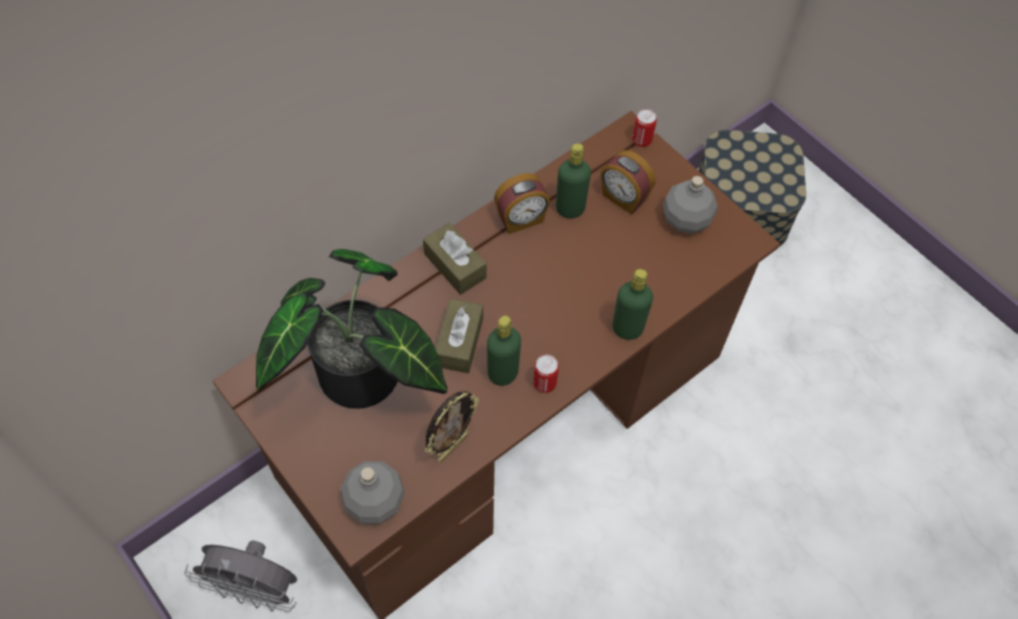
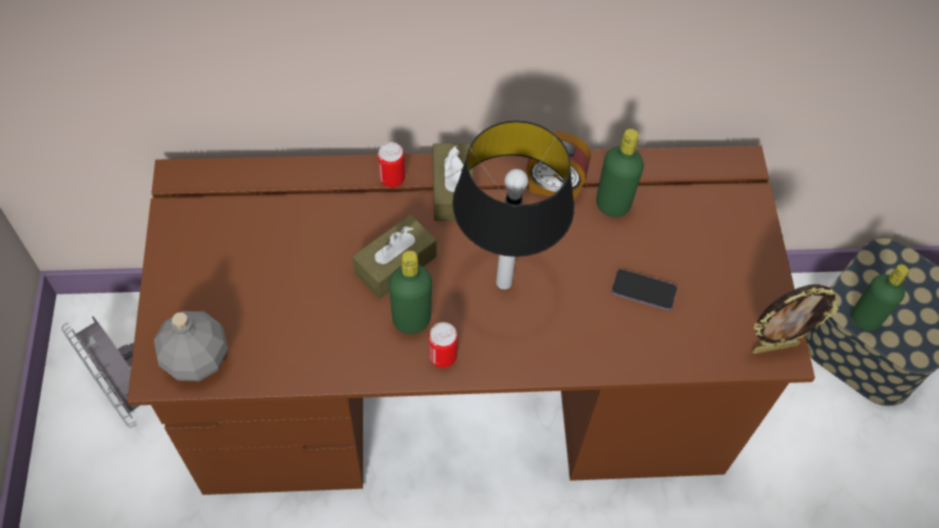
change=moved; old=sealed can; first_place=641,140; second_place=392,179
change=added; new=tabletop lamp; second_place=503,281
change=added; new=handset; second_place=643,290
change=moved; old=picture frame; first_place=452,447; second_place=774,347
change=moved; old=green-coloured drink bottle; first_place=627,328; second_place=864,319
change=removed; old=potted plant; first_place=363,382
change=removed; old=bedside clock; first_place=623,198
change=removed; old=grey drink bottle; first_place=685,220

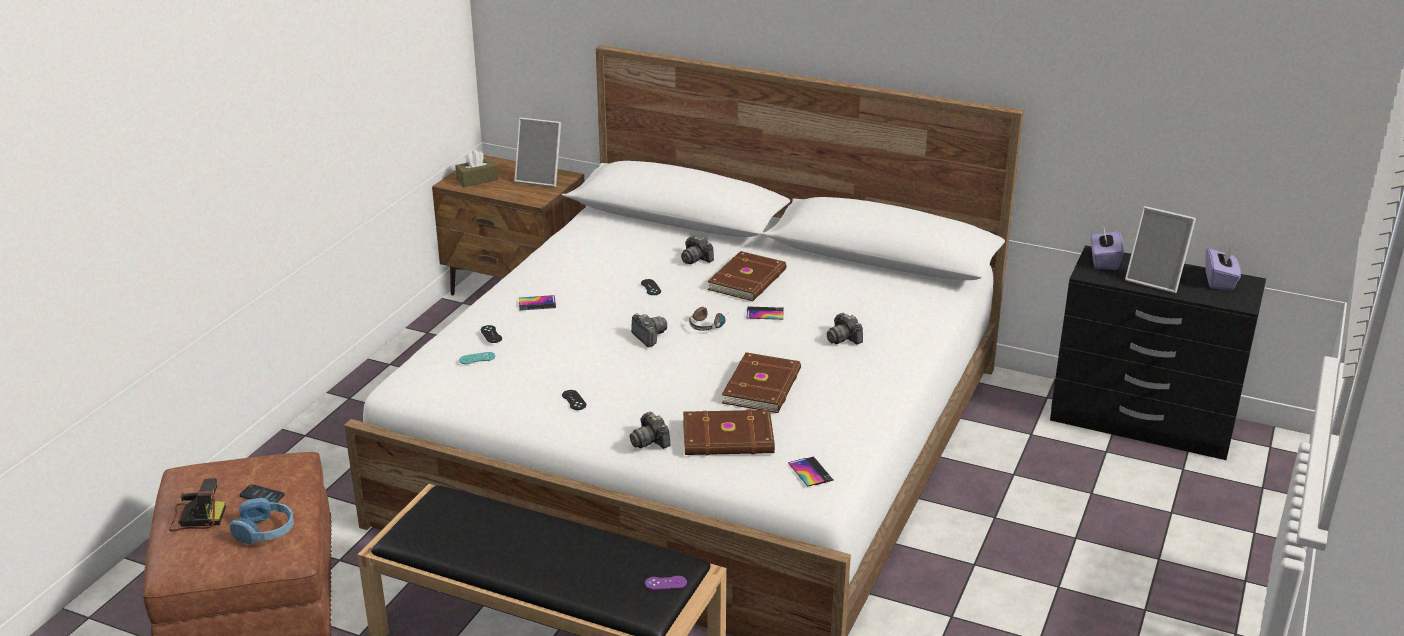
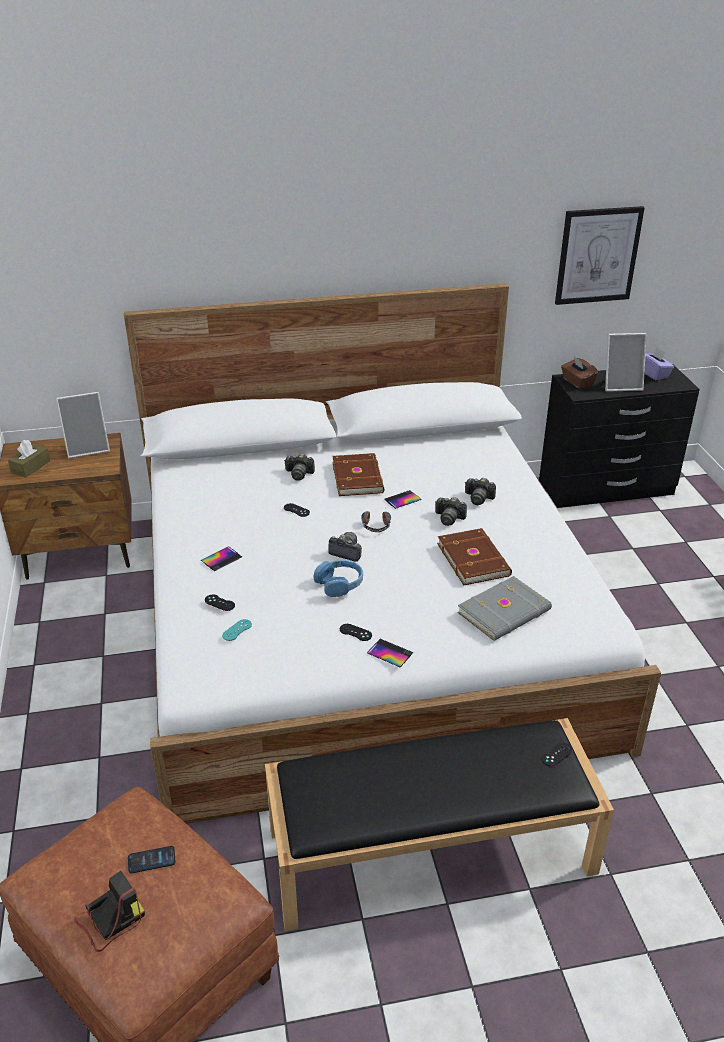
change=moved; old=blue-coloured headphones; first_place=265,531; second_place=340,584
change=moved; old=handset; first_place=810,472; second_place=390,653
change=moved; old=still camera; first_place=650,441; second_place=449,518
change=recoloured; old=brownish bound book; new=grey bound book; first_place=728,438; second_place=505,612
change=recoloured; old=purplish game controller; new=black game controller; first_place=665,583; second_place=556,754
change=added; new=picture; second_place=597,255
change=recoloured; old=purplish box of tissues; new=brownish box of tissues; first_place=1103,261; second_place=577,382

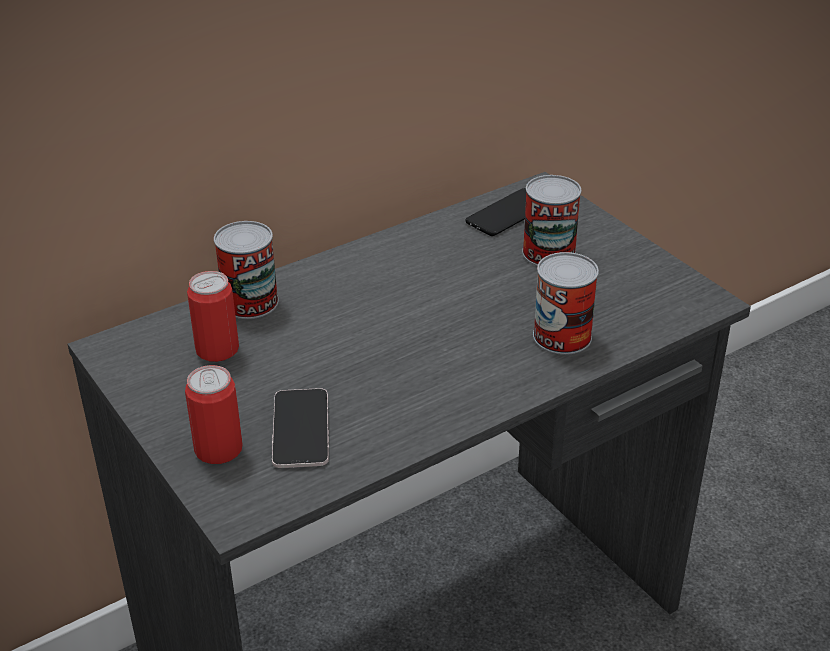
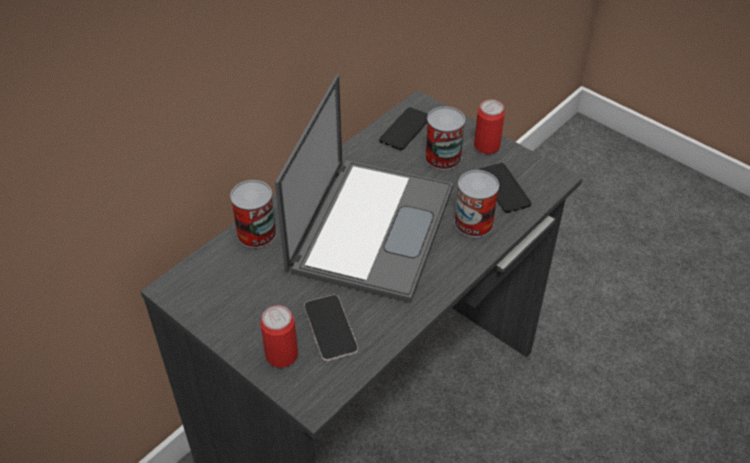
change=added; new=laptop; second_place=371,226
change=moved; old=sealed can; first_place=217,349; second_place=487,146
change=added; new=handset; second_place=504,188

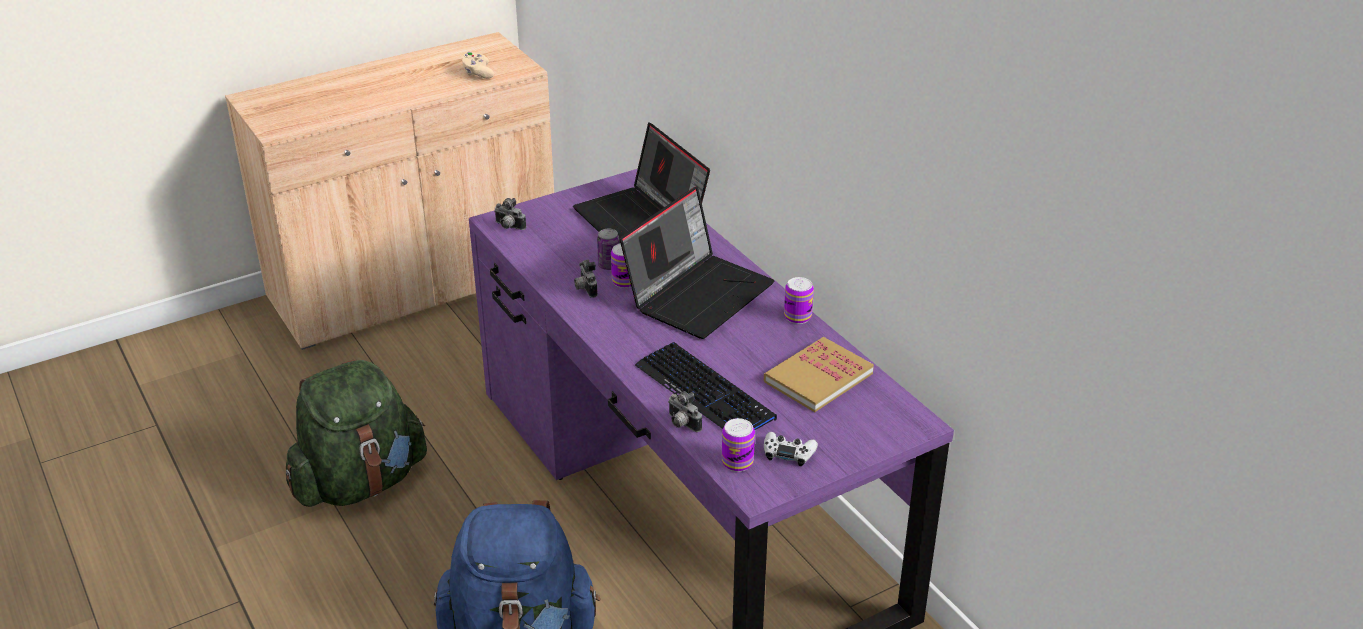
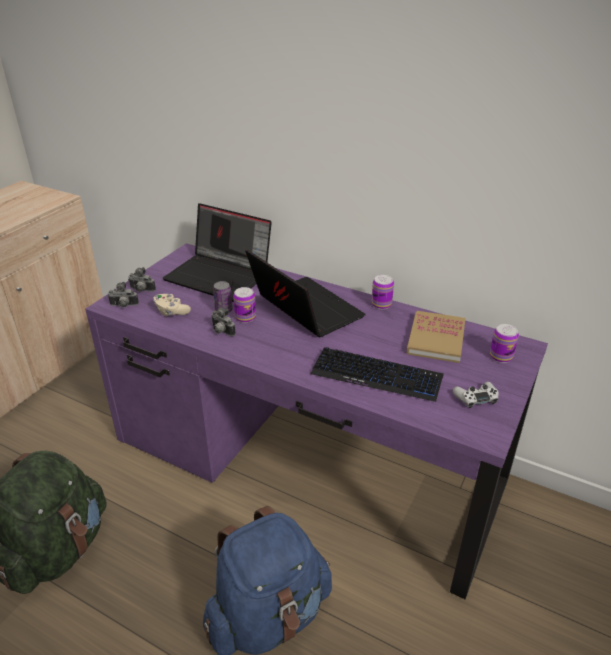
change=moved; old=still camera; first_place=682,424; second_place=141,290
change=moved; old=beige game controller; first_place=477,73; second_place=171,311
change=turned; old=laptop; first_place=698,293; second_place=304,310; degrees=-45
change=moved; old=sealed can; first_place=737,462; second_place=500,356

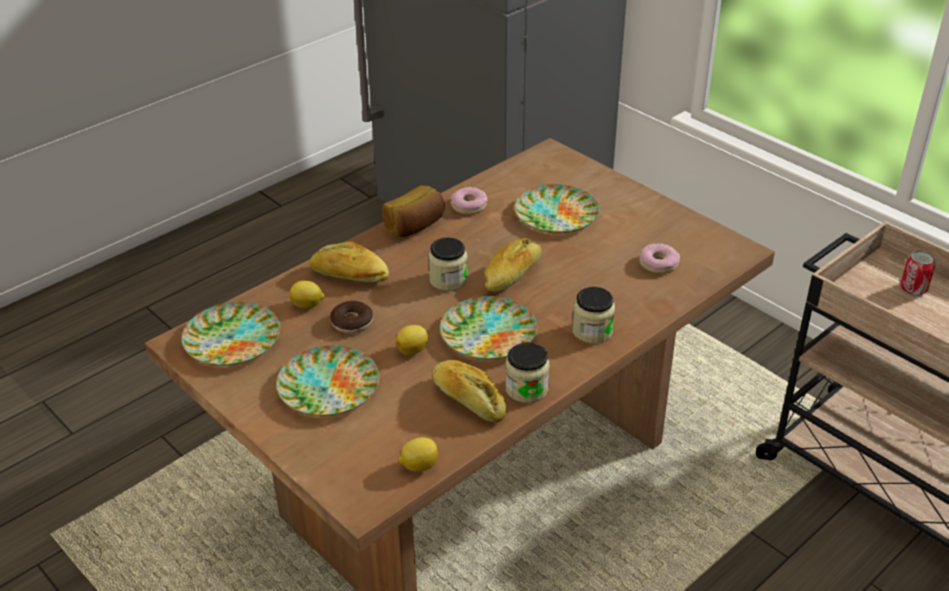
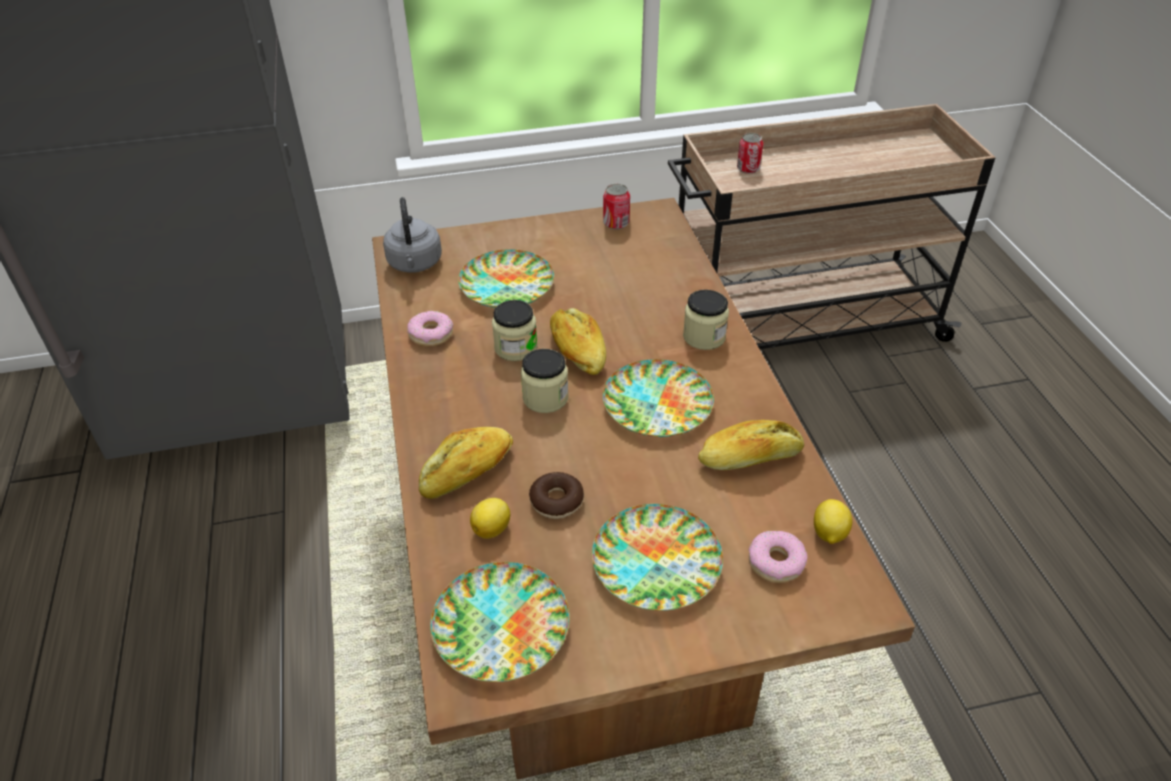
change=added; new=grey water kettle; second_place=415,264
change=moved; old=preserve jar; first_place=526,389; second_place=516,348
change=added; new=sealed can; second_place=616,223
change=moved; old=donut; first_place=658,264; second_place=776,562
change=removed; old=bread; first_place=415,226
change=removed; old=whole lemon; first_place=413,350

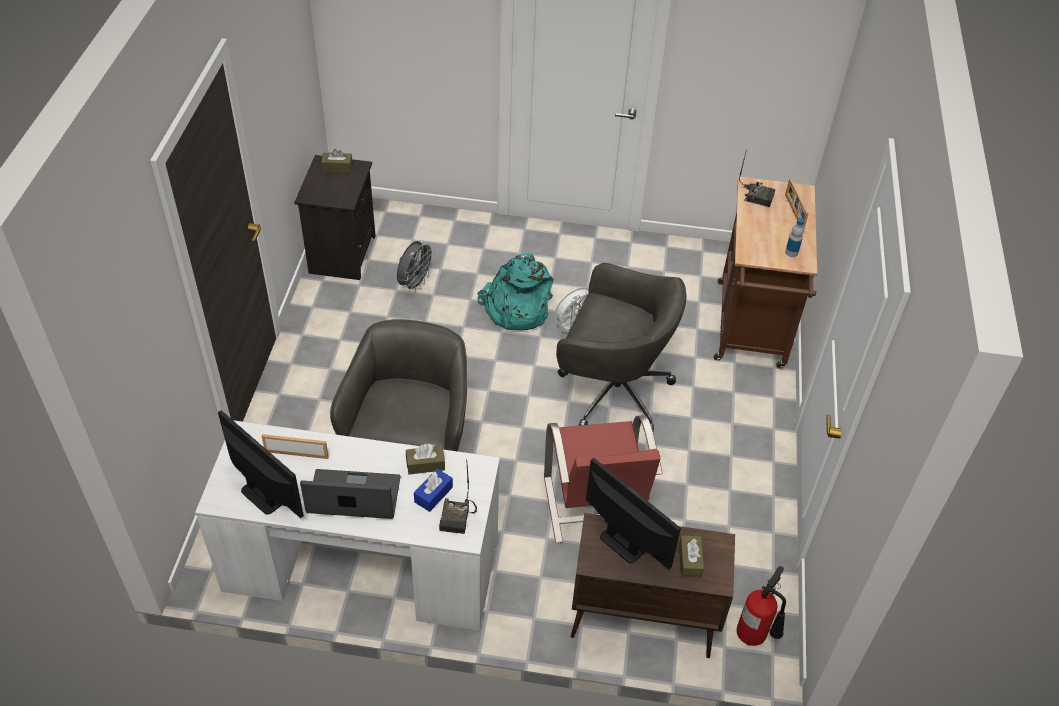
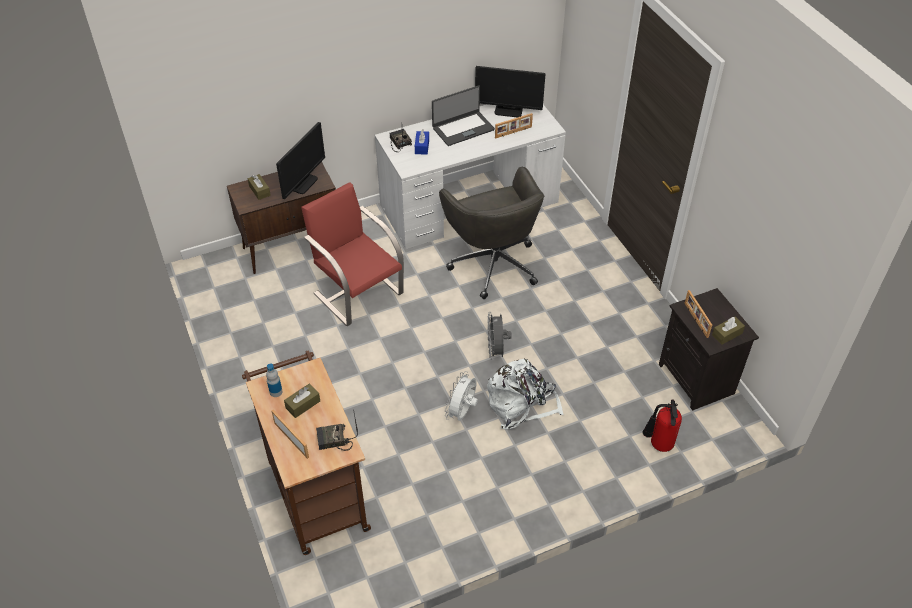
change=turned; old=computer display; first_place=623,542; second_place=303,183; degrees=-75
change=moved; old=brownish box of tissues; first_place=425,464; second_place=303,404
change=moved; old=grey cooling fan; first_place=415,283; second_place=496,351
change=recoloured; old=blue-green knapsack; new=whitish knapsack; first_place=515,309; second_place=521,404
change=moved; old=fire-fighting cylinder; first_place=755,635; second_place=658,445
change=added; new=picture frame; second_place=695,320
change=removed; old=grey office chair; first_place=611,390

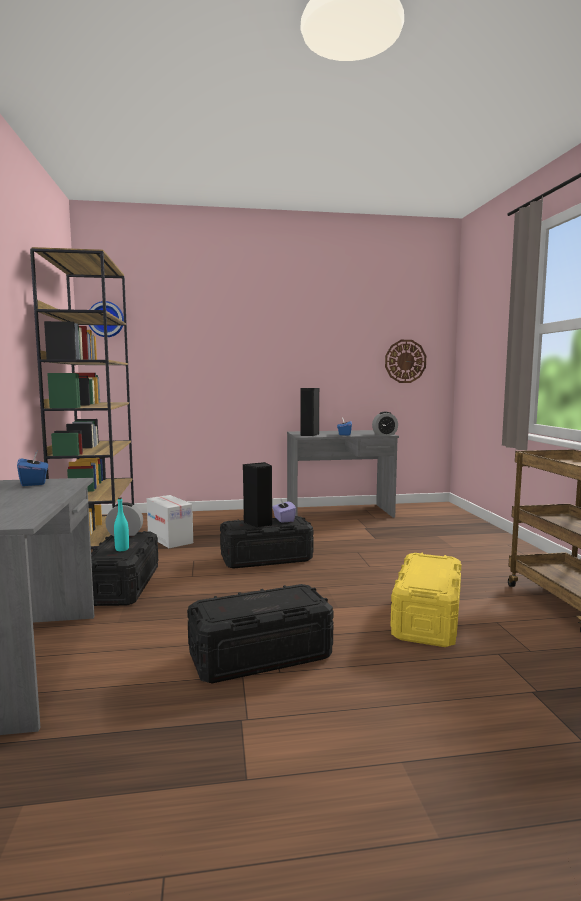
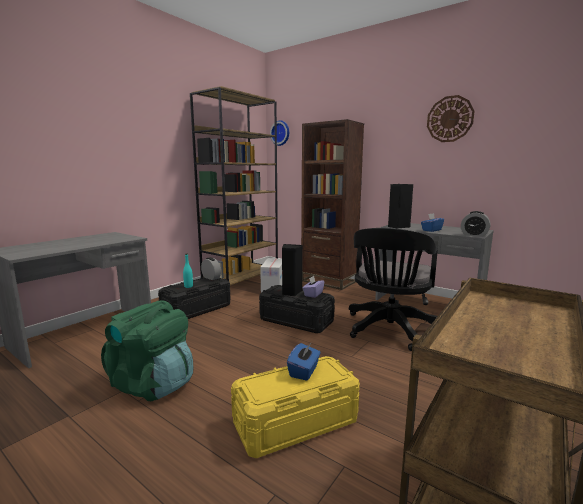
change=replaced; old=black storage container; new=green-coloured knapsack; first_place=260,655; second_place=153,384
change=moved; old=blue-coloured box of tissues; first_place=34,483; second_place=304,371
change=added; new=brownish shelving unit; second_place=328,281
change=added; new=black office chair; second_place=389,330
change=moved; old=wall clock; first_place=405,361; second_place=450,119

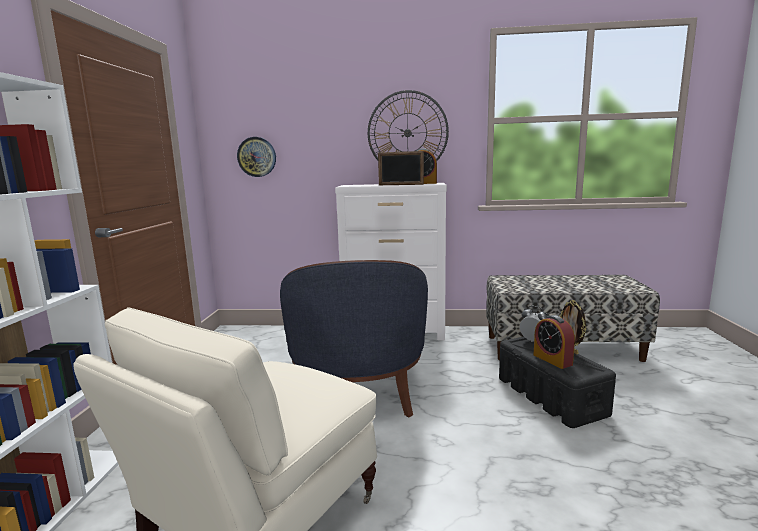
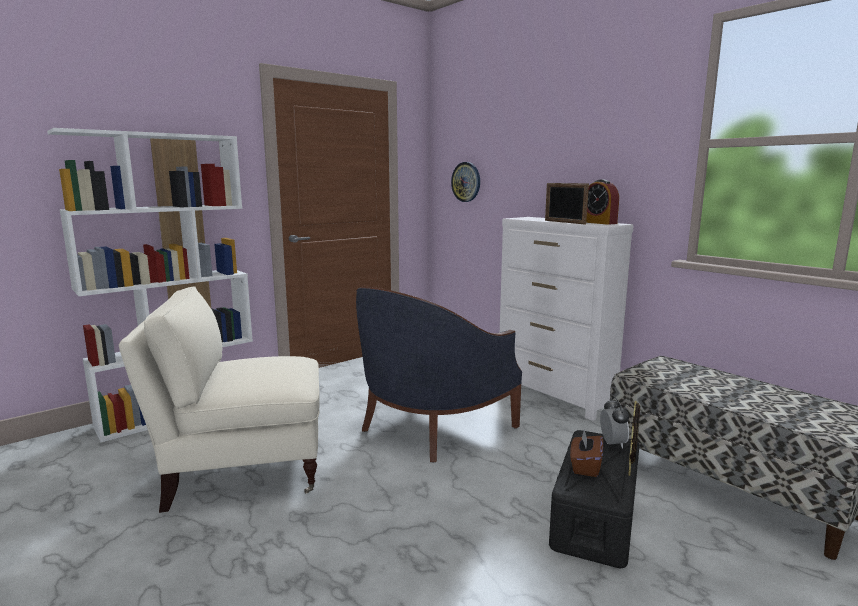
change=replaced; old=bedside clock; new=brownish box of tissues; first_place=552,360; second_place=585,466
change=removed; old=wall clock; first_place=407,133

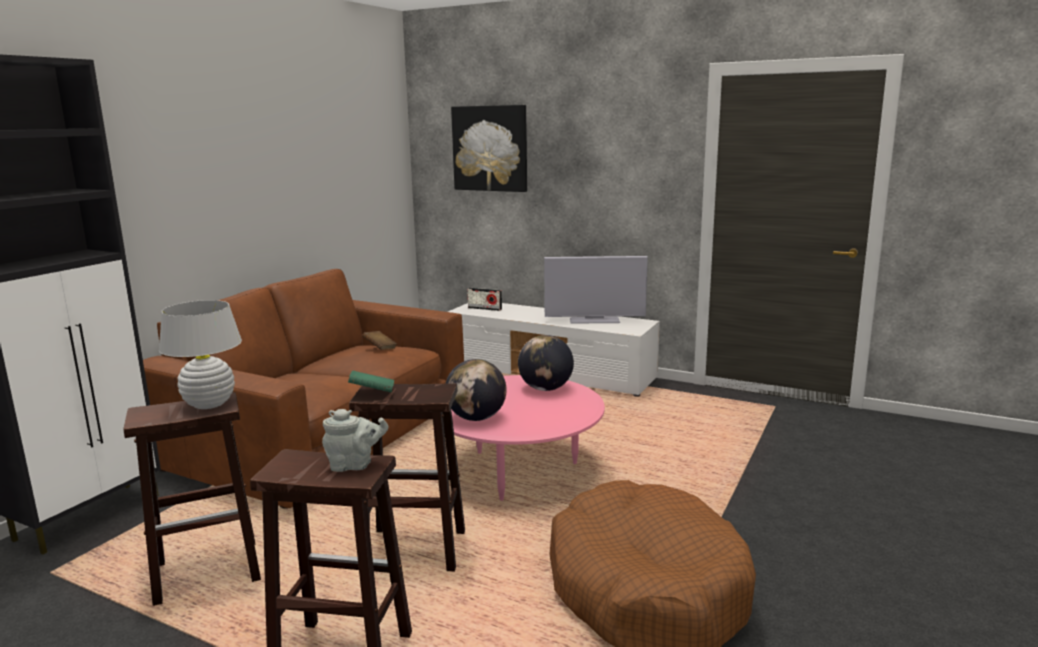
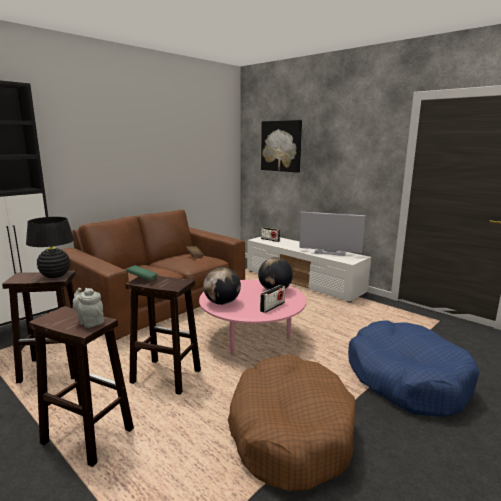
change=recoloured; old=whitish tabletop lamp; new=black tabletop lamp; first_place=209,404; second_place=55,275
change=turned; old=grey tea pot; first_place=354,465; second_place=90,322; degrees=-150
change=added; new=radio set; second_place=272,307
change=added; new=blue-coloured dog bed; second_place=406,379

